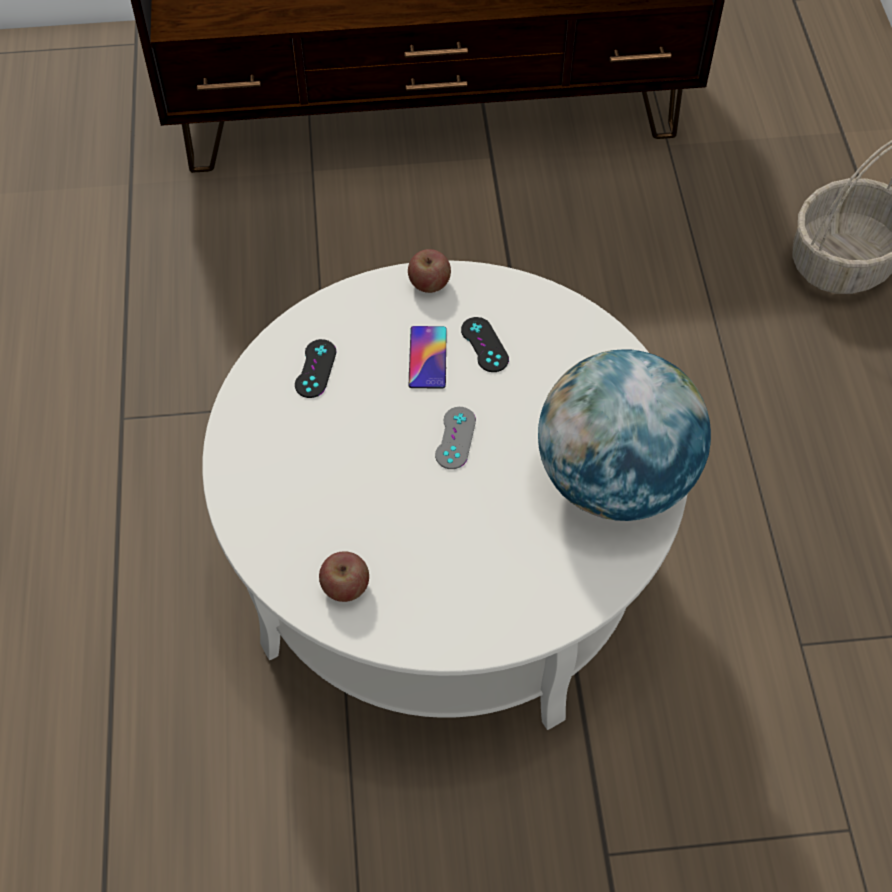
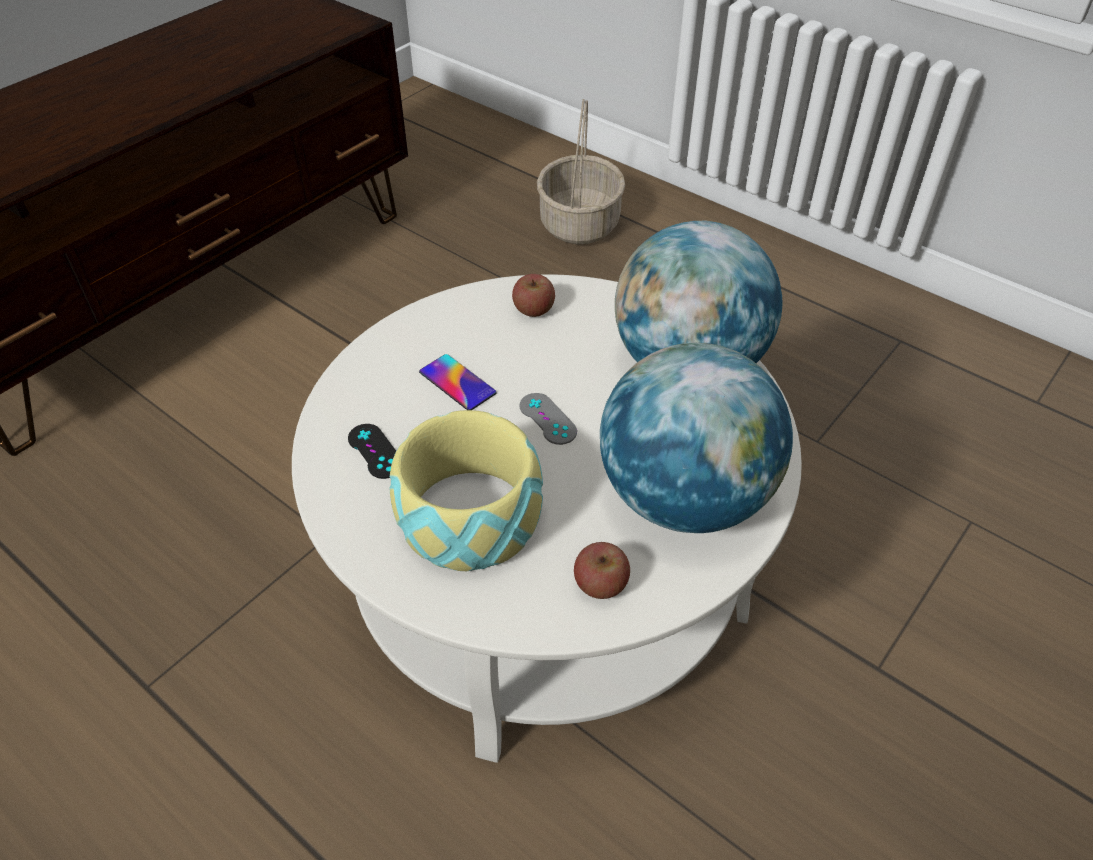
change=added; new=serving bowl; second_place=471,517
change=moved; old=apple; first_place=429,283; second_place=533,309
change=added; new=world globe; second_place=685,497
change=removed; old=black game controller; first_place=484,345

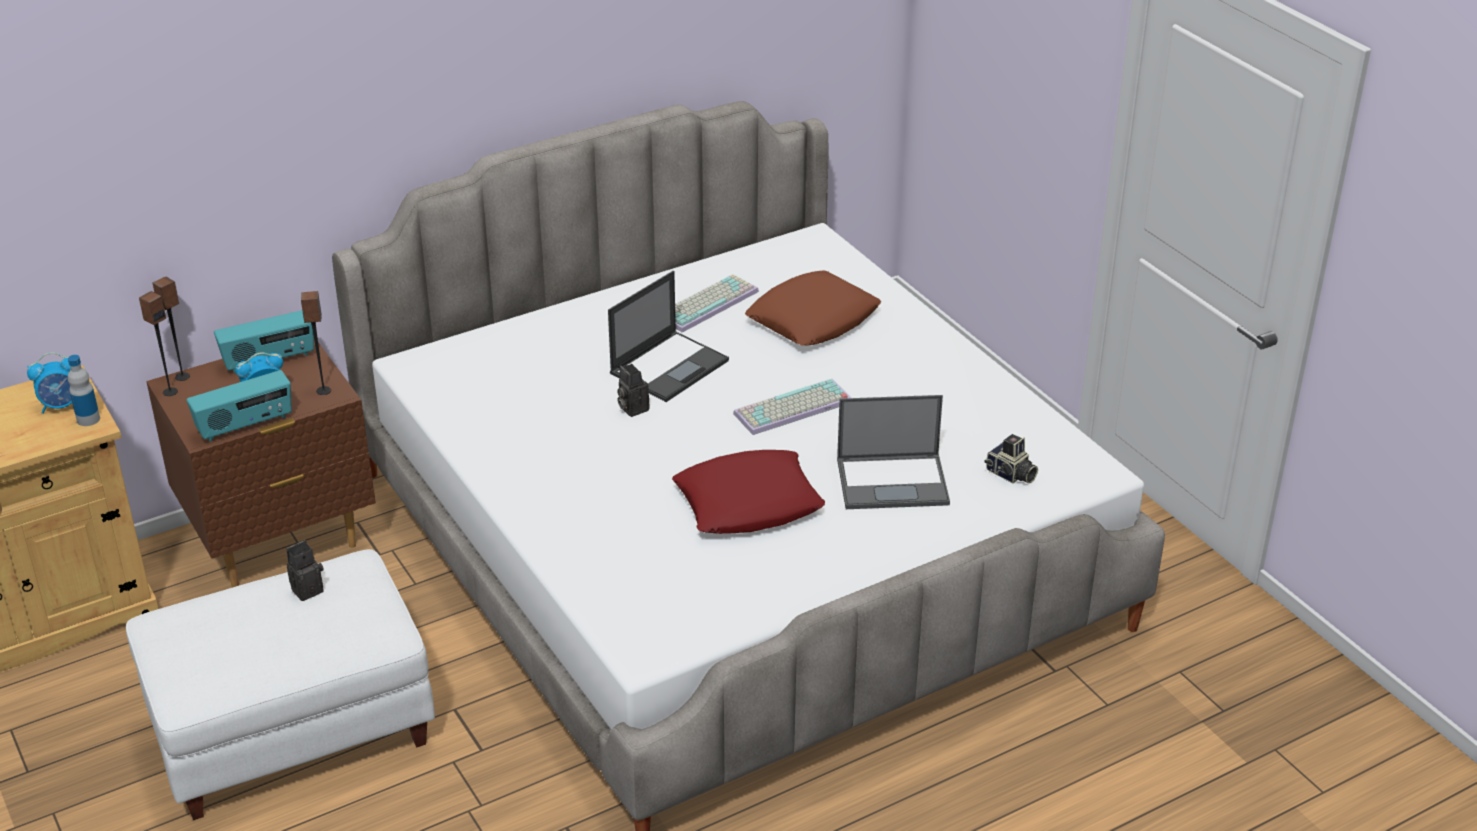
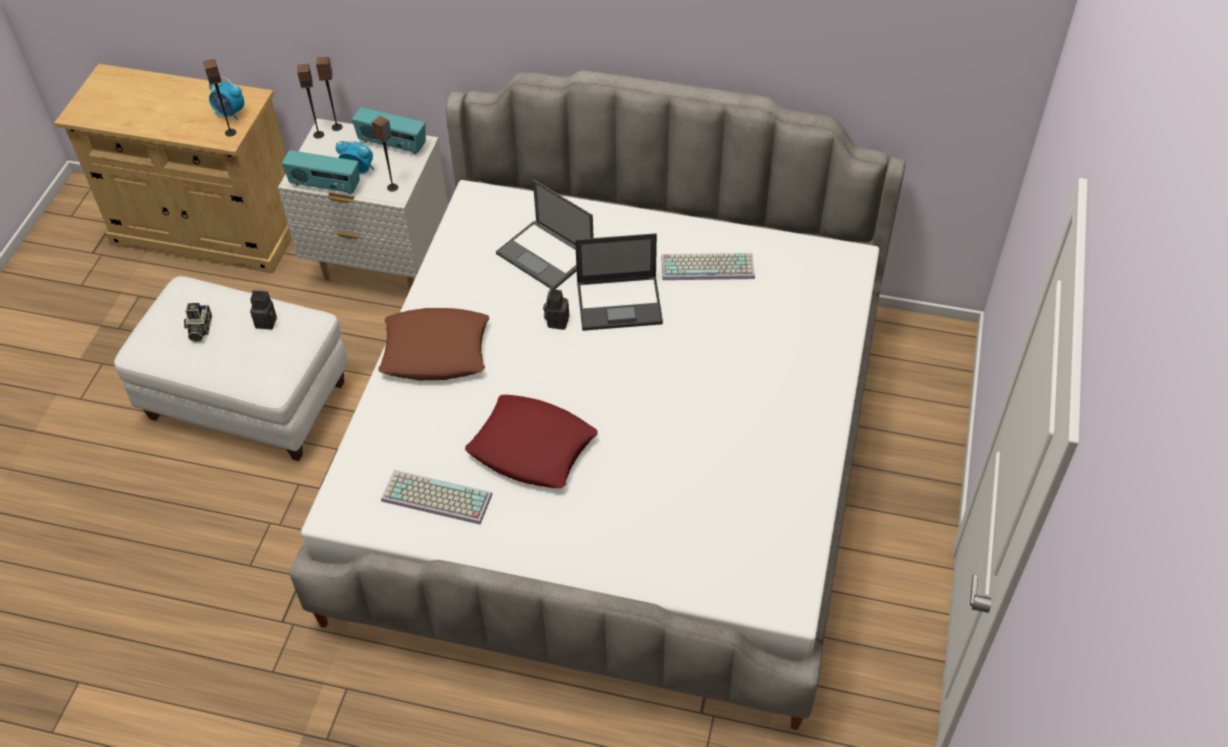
change=moved; old=still camera; first_place=1010,475; second_place=199,329
change=replaced; old=drink bottle; new=loudspeaker; first_place=88,419; second_place=230,132
change=recoloured; old=brownish night table; new=whitish night table; first_place=280,542; second_place=380,264
change=moved; old=brownish cushion; first_place=813,319; second_place=436,351
change=moved; old=keyboard; first_place=792,409; second_place=434,499
change=moved; old=laptop; first_place=894,481; second_place=546,255

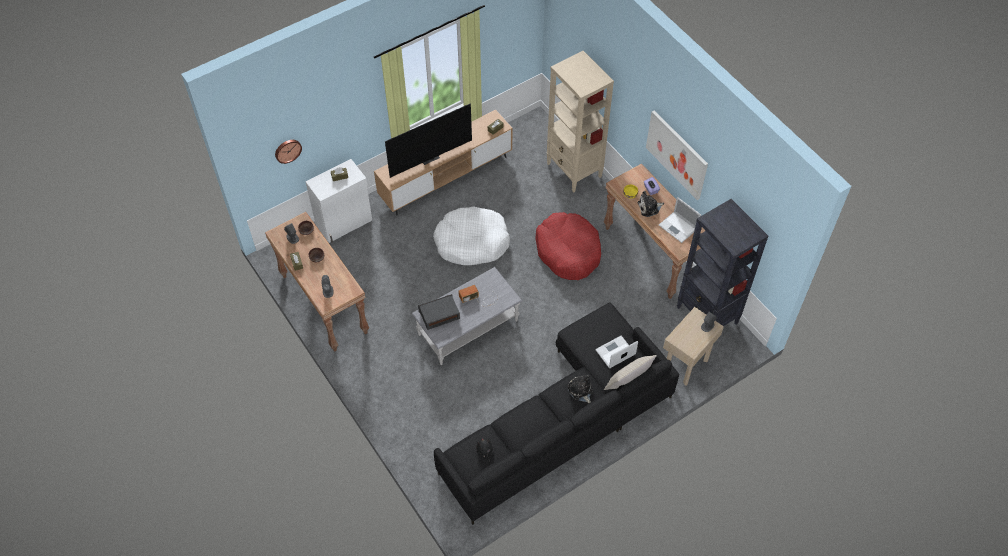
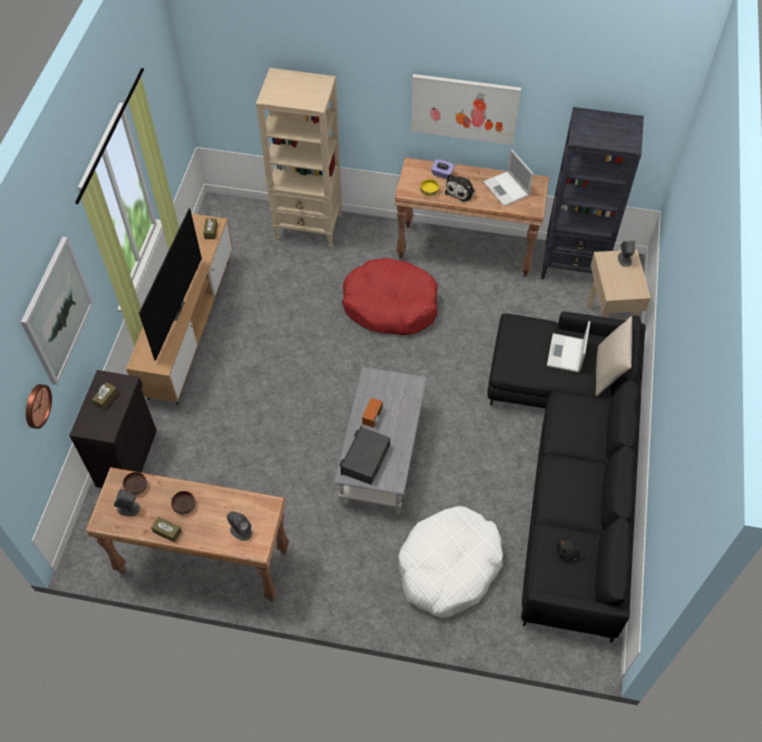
change=added; new=picture; second_place=57,311
change=recoloured; old=whitish cabinet; new=black cabinet; first_place=344,223; second_place=128,458
change=moved; old=whitish dog bed; first_place=471,242; second_place=449,567
change=turned; old=laptop; first_place=678,227; second_place=507,189; degrees=60
change=removed; old=cuddly toy; first_place=580,391

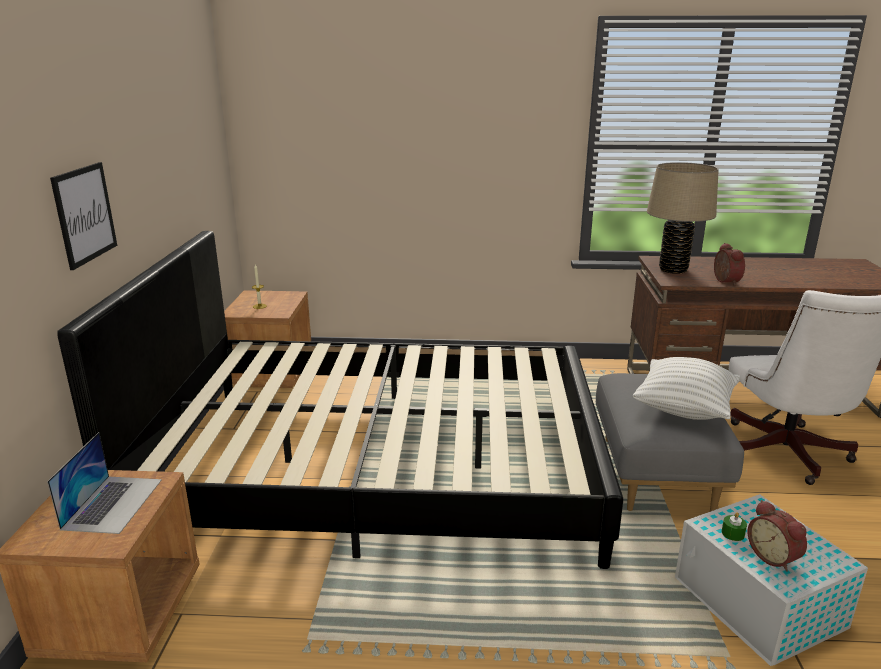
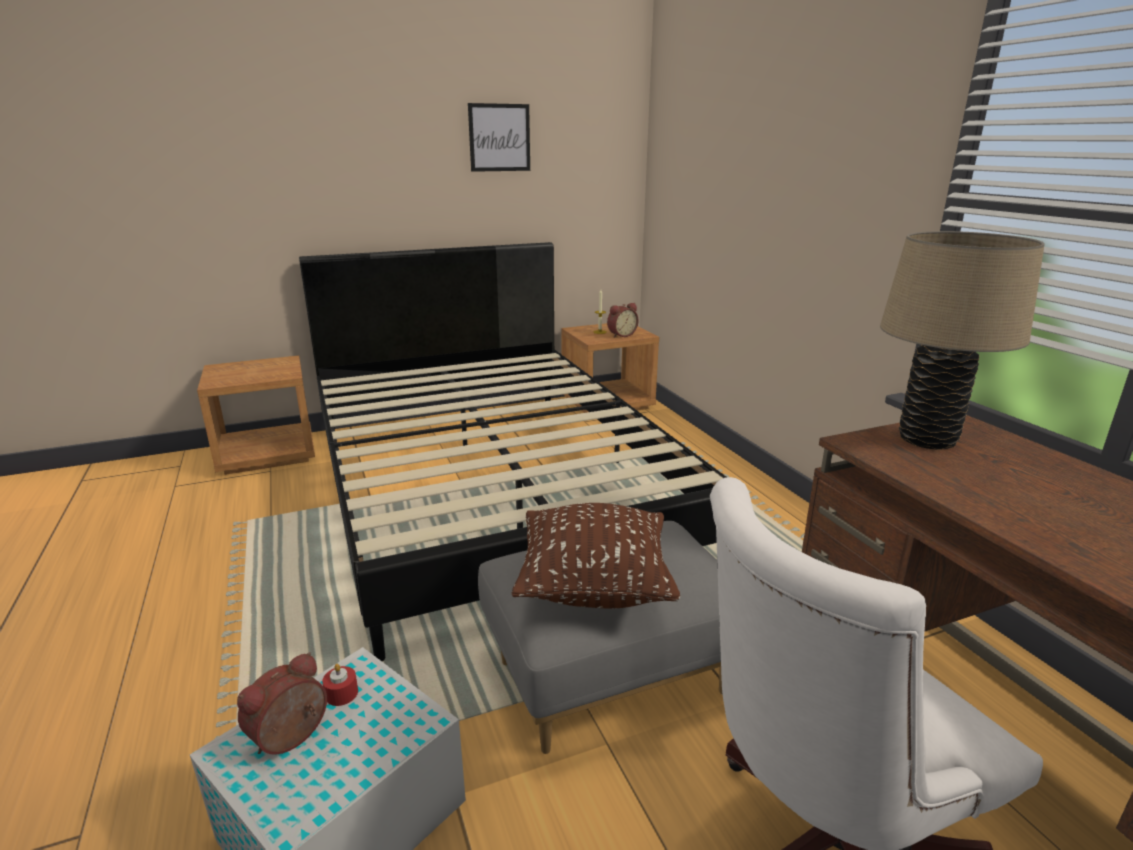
change=recoloured; old=green-coloured candle; new=red candle; first_place=733,533; second_place=341,693
change=moved; old=picture; first_place=85,214; second_place=499,137
change=recoloured; old=whitish cushion; new=brownish cushion; first_place=684,409; second_place=594,586
change=moved; old=bedside clock; first_place=724,281; second_place=621,335
change=removed; old=laptop; first_place=113,503

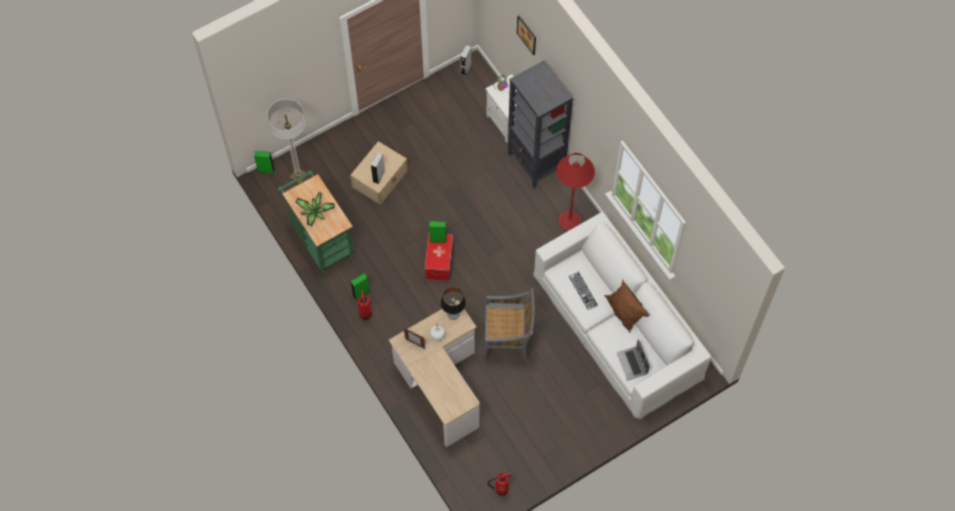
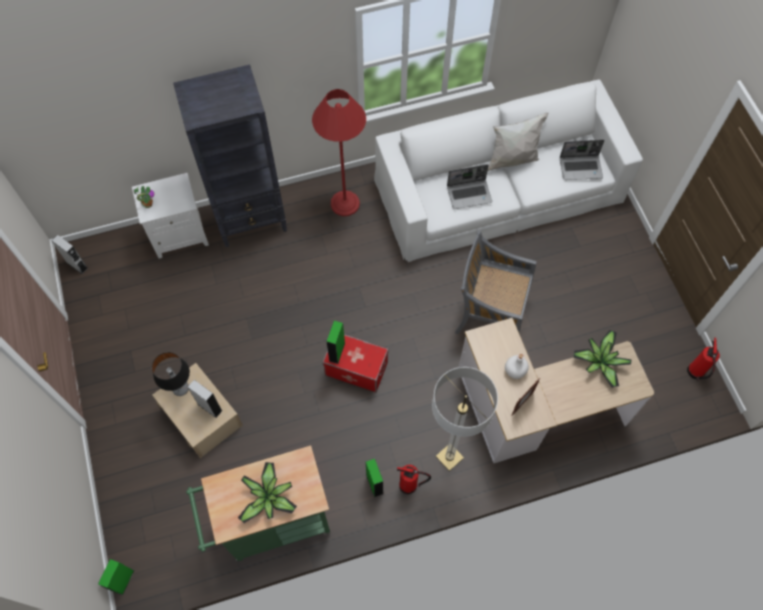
change=moved; old=tabletop lamp; first_place=453,315; second_place=181,388
change=moved; old=floor lamp; first_place=298,176; second_place=449,457
change=replaced; old=keyboard; new=laptop; first_place=583,290; second_place=469,194
change=turned; old=grey upright chair; first_place=507,339; second_place=490,313; degrees=-90
change=recoloured; old=brownish cushion; new=whitish cushion; first_place=623,314; second_place=512,160
change=added; new=potted plant; second_place=599,362
change=removed; old=picture; first_place=528,34

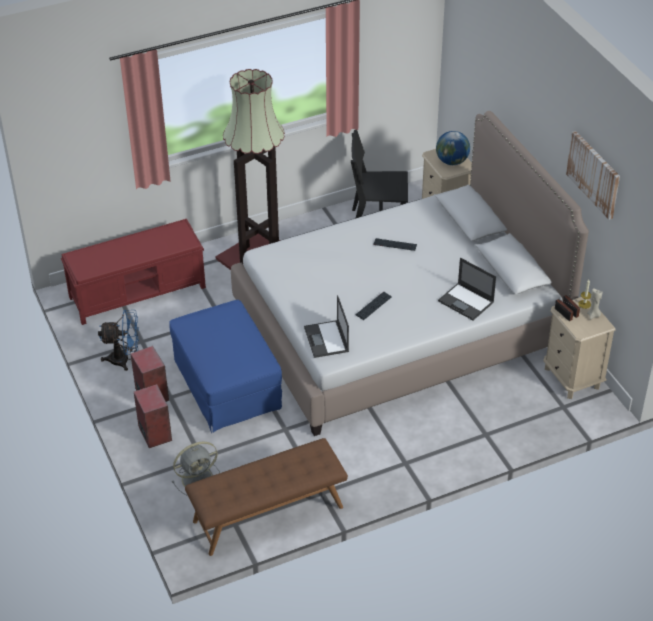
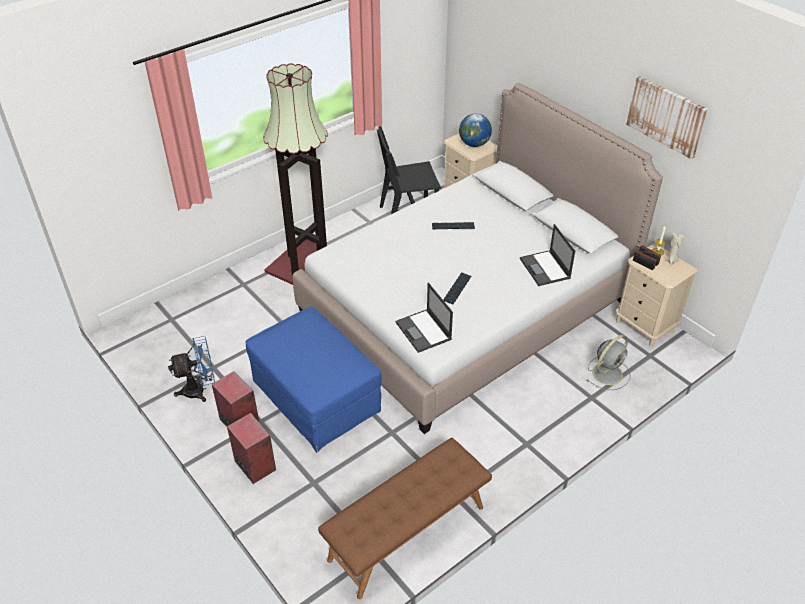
change=turned; old=laptop; first_place=466,302; second_place=545,269; degrees=45
change=moved; old=grey cooling fan; first_place=198,478; second_place=608,373
change=removed; old=red long seat; first_place=138,292

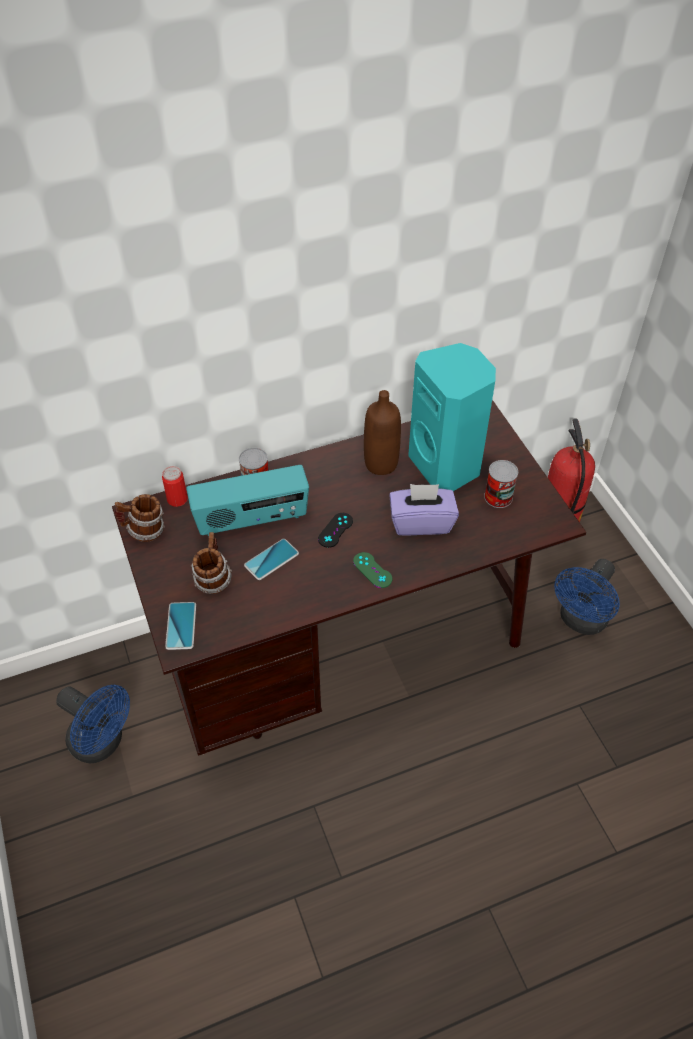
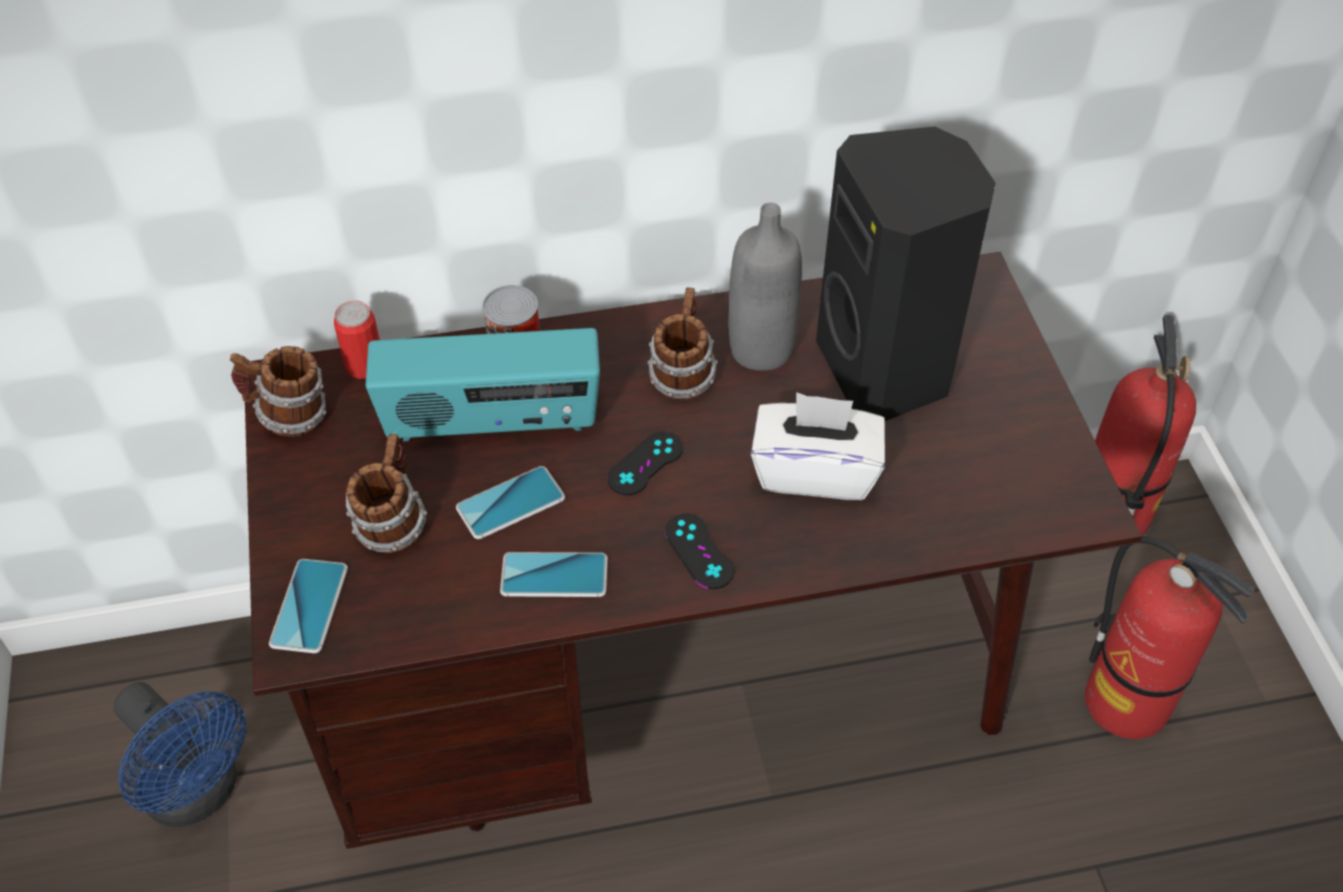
change=added; new=handset; second_place=554,575
change=added; new=mug; second_place=682,375
change=recoloured; old=green-coloured game controller; new=black game controller; first_place=372,570; second_place=699,551
change=recoloured; old=brownish drink bottle; new=grey drink bottle; first_place=381,464; second_place=761,349
change=recoloured; old=purplish box of tissues; new=whitish box of tissues; first_place=421,522; second_place=815,471
change=recoloured; old=blue-green loudspeaker; new=black loudspeaker; first_place=447,465; second_place=888,369
change=replaced; old=blue-coloured cooling fan; new=fire-fighting cylinder; first_place=580,621; second_place=1127,703
change=removed; old=sealed can; first_place=498,497

